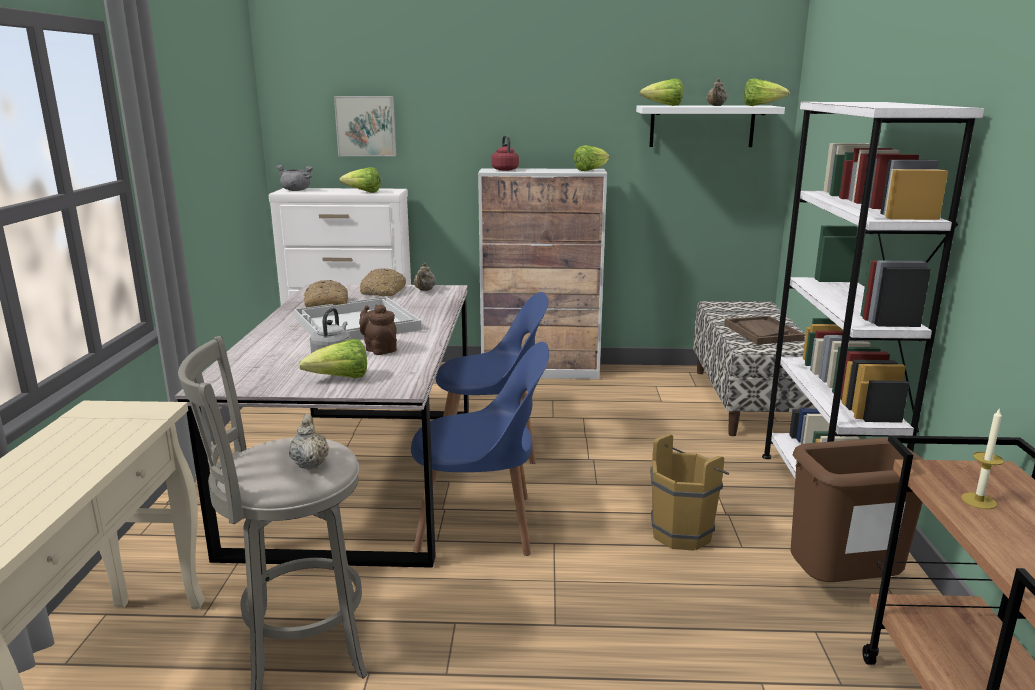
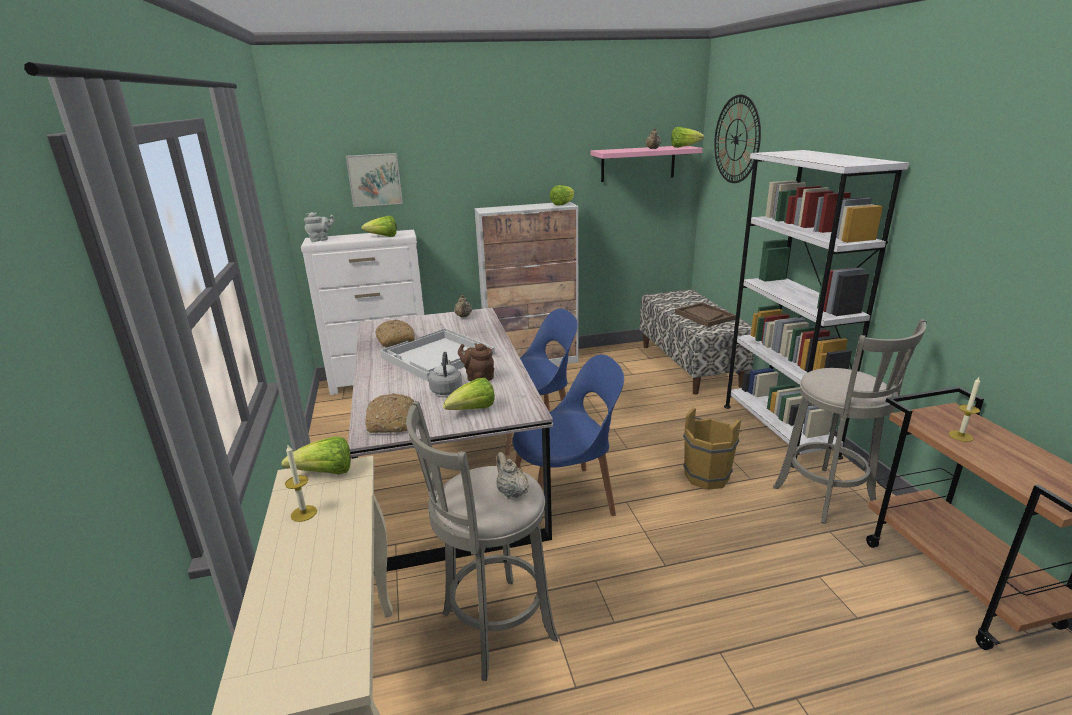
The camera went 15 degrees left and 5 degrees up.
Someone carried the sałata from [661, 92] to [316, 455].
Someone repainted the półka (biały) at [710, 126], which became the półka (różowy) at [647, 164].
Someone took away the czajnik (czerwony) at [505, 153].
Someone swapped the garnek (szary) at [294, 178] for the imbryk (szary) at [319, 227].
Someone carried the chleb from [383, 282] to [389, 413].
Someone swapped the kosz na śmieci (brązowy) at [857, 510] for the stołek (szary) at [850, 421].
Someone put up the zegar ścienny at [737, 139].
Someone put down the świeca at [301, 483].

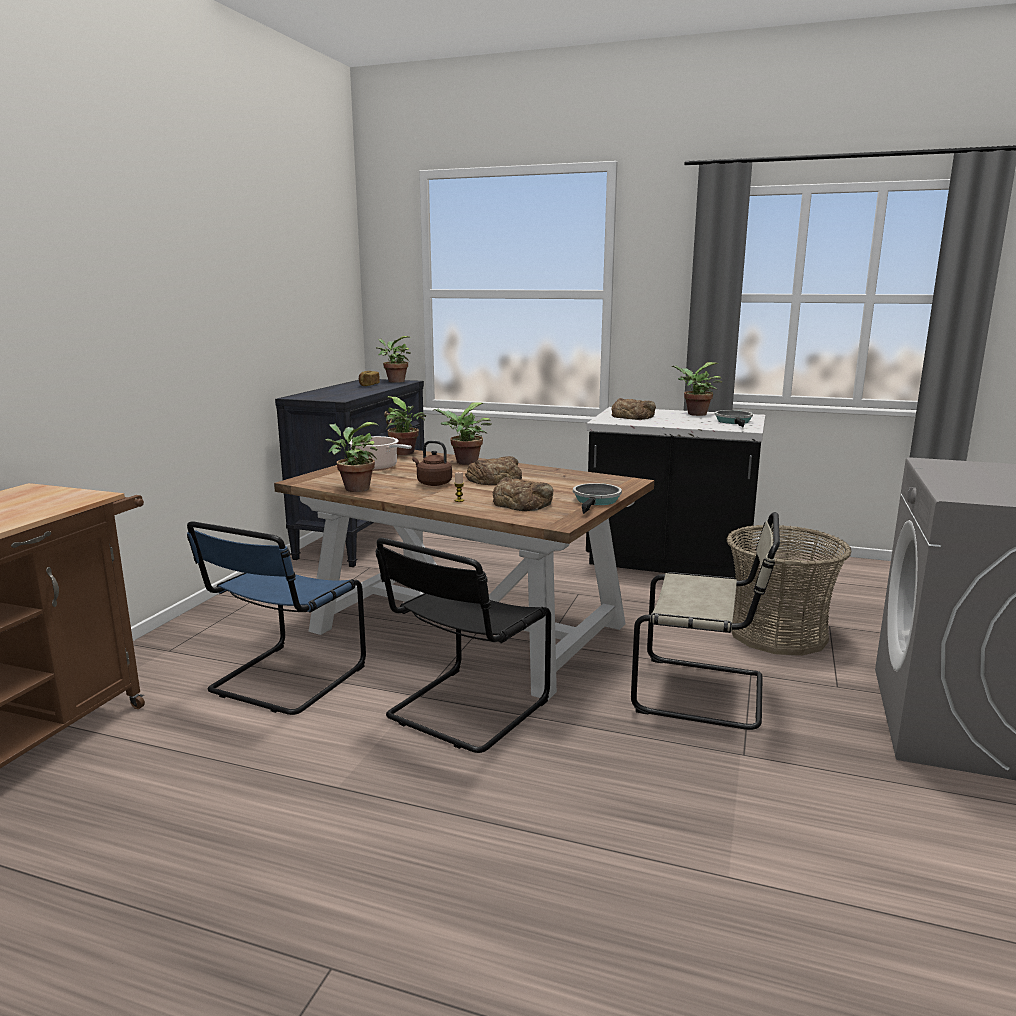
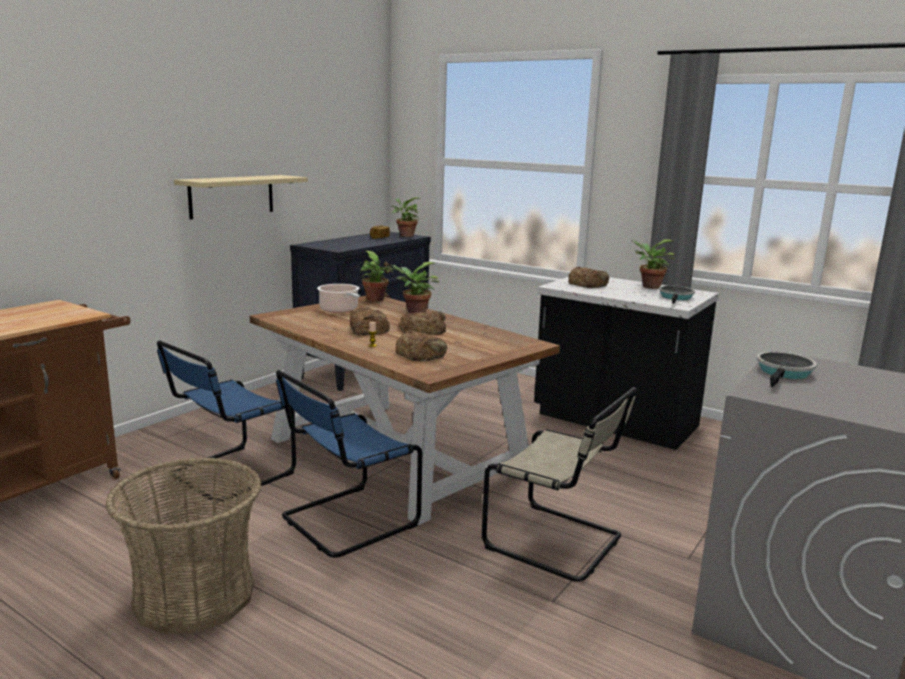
The camera went 15 degrees right and 0 degrees up.
Someone took away the roślina doniczkowa at [351, 457].
Someone swapped the czajnik (brązowy) at [432, 463] for the chleb at [370, 321].
Someone carried the patelnia from [597, 498] to [787, 369].
Someone carried the koszyk from [789, 590] to [183, 545].
Someone repainted the krzesło (czarny) at [463, 645], which became the krzesło (niebieski) at [349, 464].
Someone put up the półka (beżowy) at [241, 197].

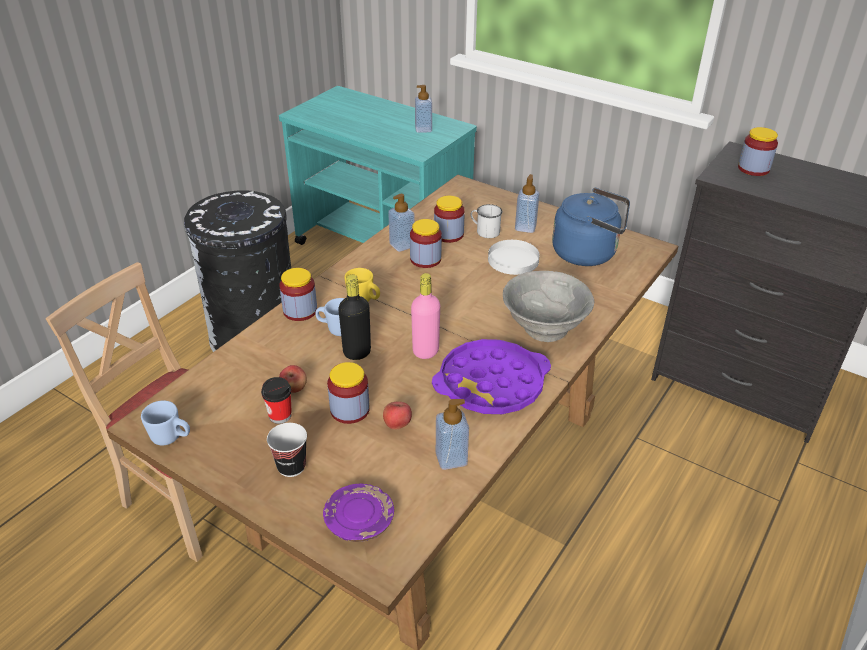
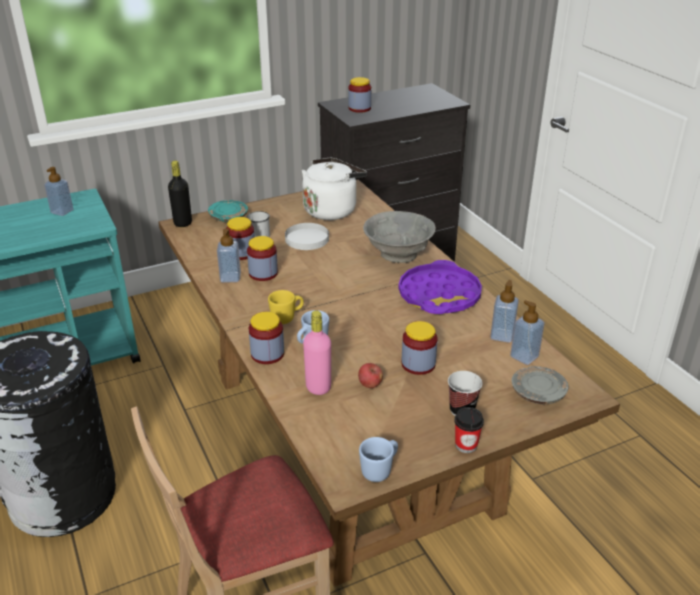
The camera went 60 degrees left and 5 degrees down.
Someone carried the dozownik mydła from [527, 203] to [527, 332].
Someone repainted the czajnik (niebieski) at [591, 227], which became the czajnik (biały) at [334, 189].
Someone carried the butelka (różowy) from [425, 316] to [317, 352].
Someone carried the butelka (czarny) from [354, 317] to [180, 194].
Someone carried the filiżanka from [276, 400] to [469, 430].
Someone took away the jabłko at [397, 415].
Someone repainted the talerz (fioletowy) at [358, 513], which became the talerz (szary) at [540, 385].
Someone put down the talerz (turkusowy) at [228, 211].

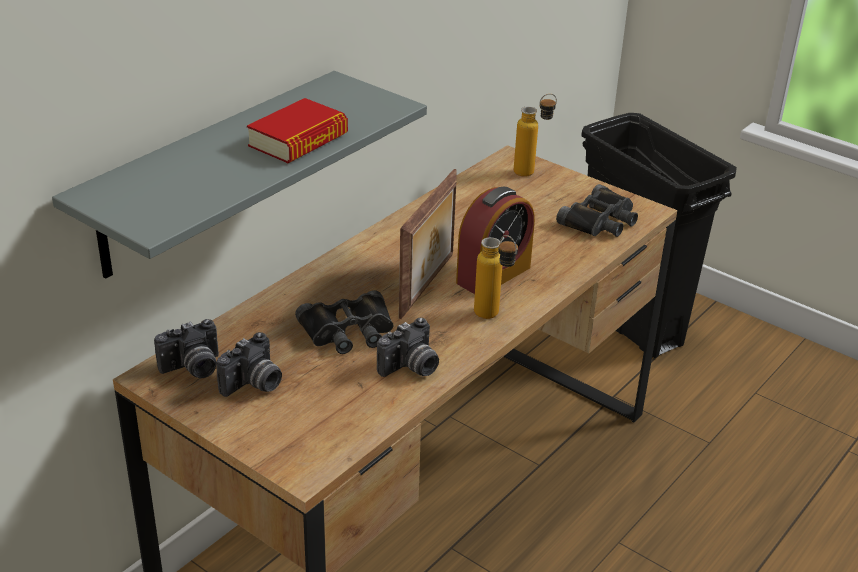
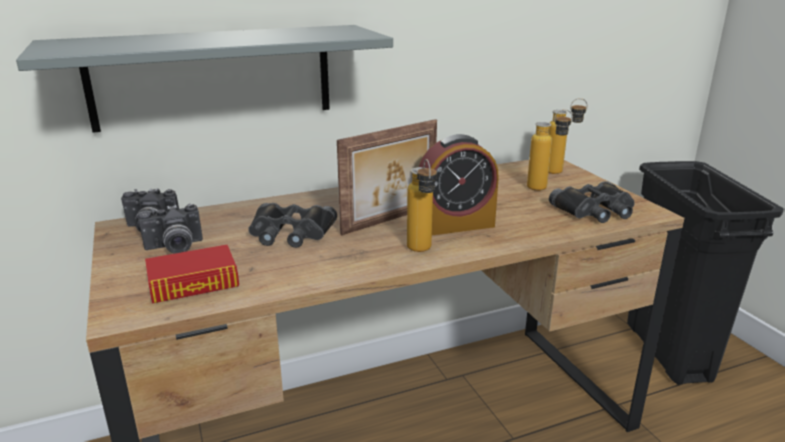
The camera went 30 degrees right and 10 degrees down.
Someone carried the książka from [297, 130] to [192, 274].
Someone took away the aparat fotograficzny at [408, 347].
Someone put down the butelka at [550, 150].

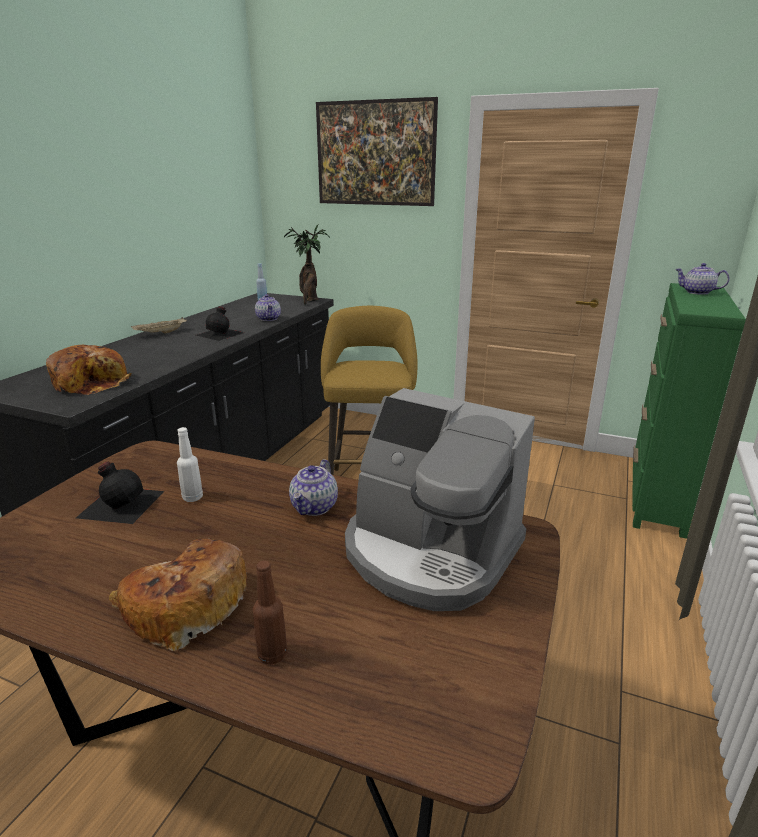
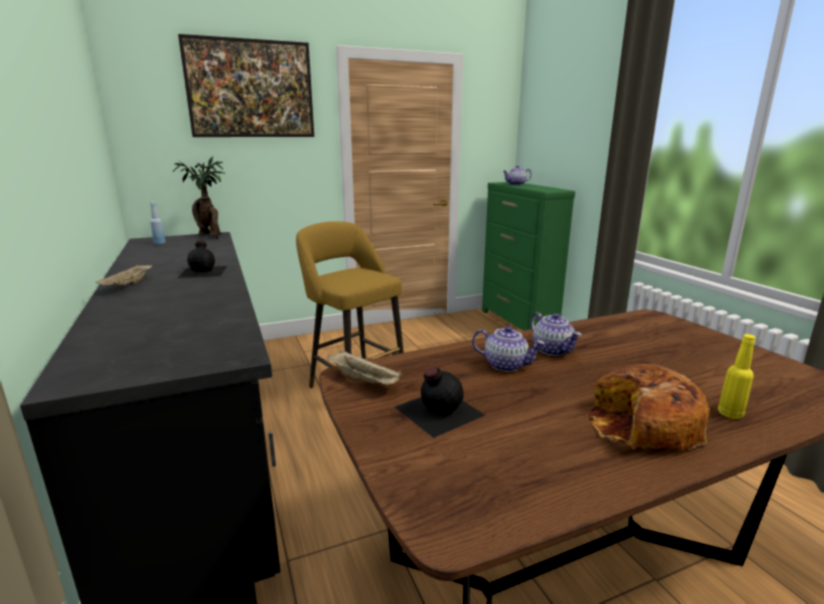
The camera went 45 degrees left and 5 degrees down.
Someone carried the imbryk from [268, 307] to [508, 349].
Someone took away the chleb at [88, 369].
Someone took away the ekspres do kawy at [440, 499].
Someone took away the butelka (biały) at [190, 464].
Someone repainted the butelka (brązowy) at [270, 613], which became the butelka (żółty) at [737, 376].
Someone put down the taca (beżowy) at [364, 368].

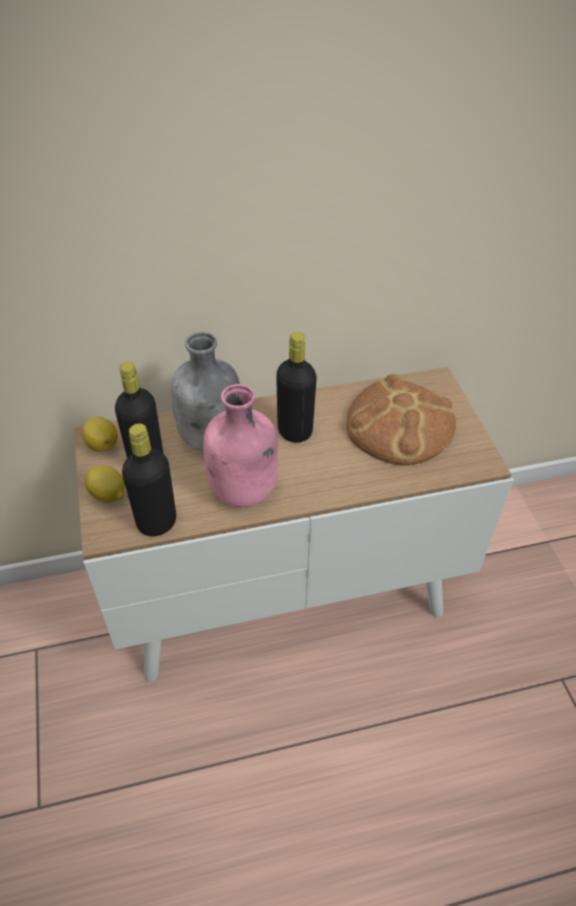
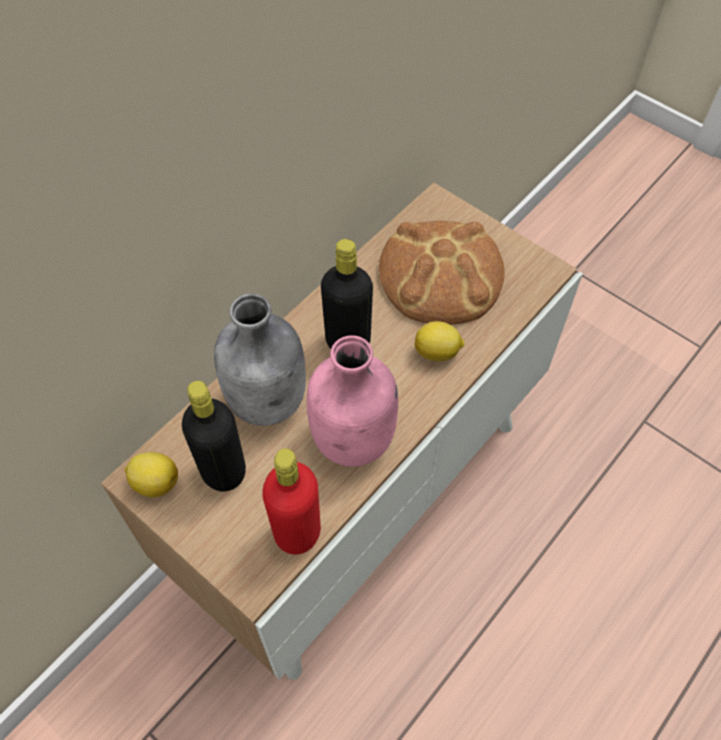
The camera went 35 degrees left and 10 degrees up.
Someone repainted the butelka (czarny) at [149, 479], which became the butelka (czerwony) at [291, 502].
Someone carried the cytryna from [104, 484] to [439, 341].

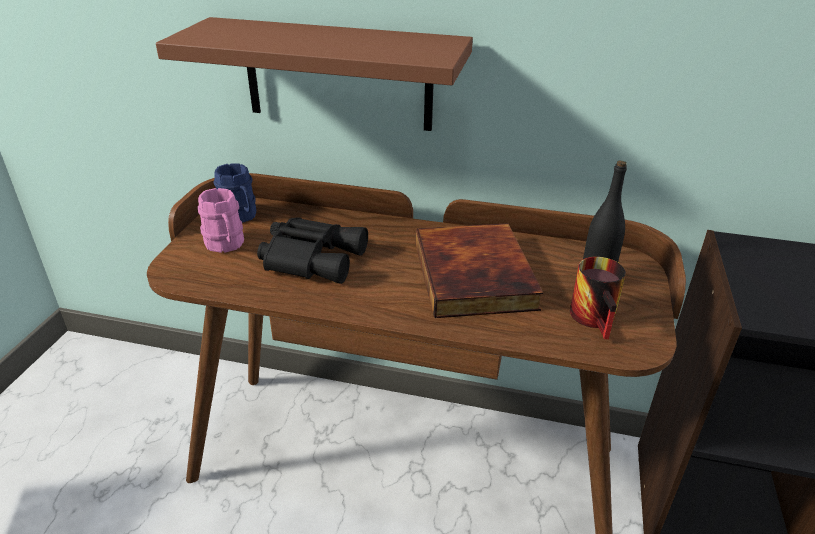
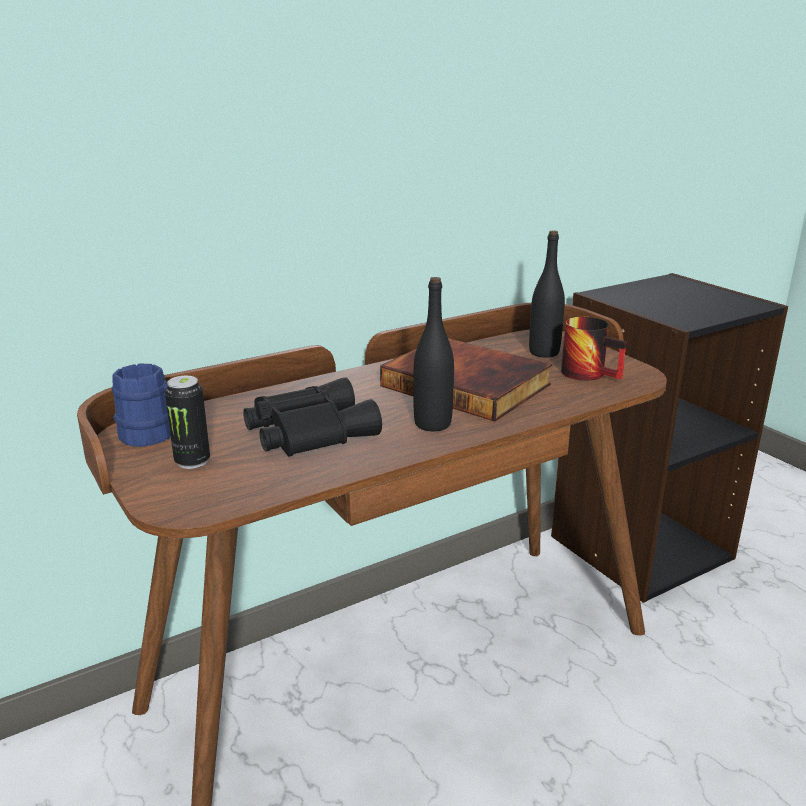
The camera went 45 degrees left and 10 degrees down.
Someone took away the półka (brązowy) at [314, 74].
Someone swapped the kubek (różowy) at [221, 220] for the puszka at [187, 422].
Someone put down the butelka (czarny) at [433, 354].

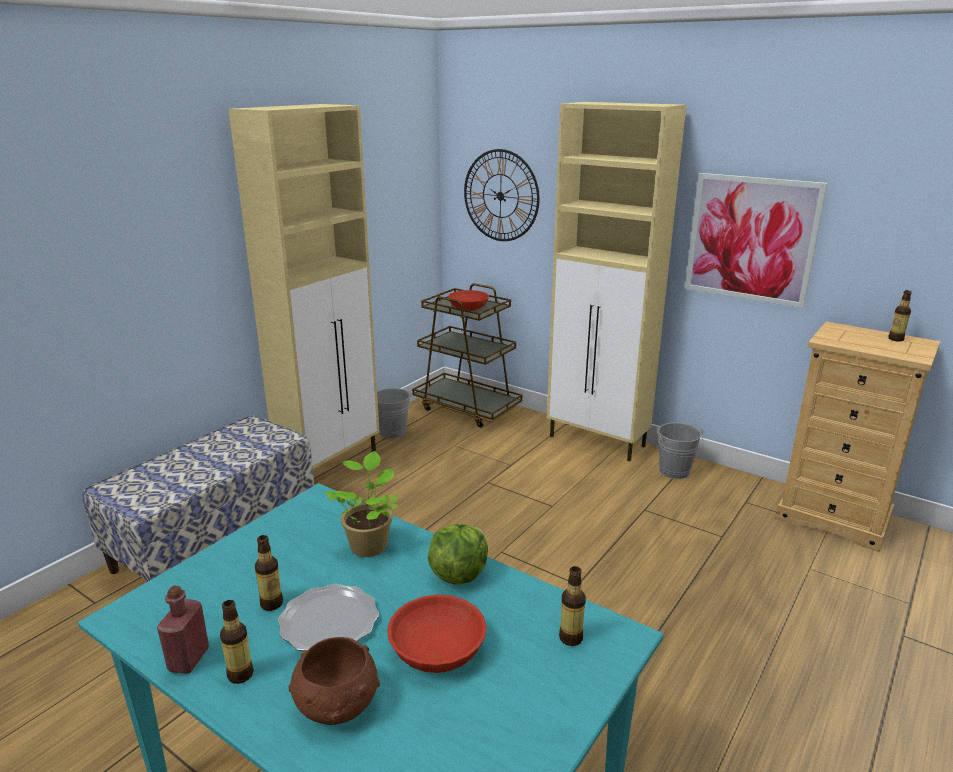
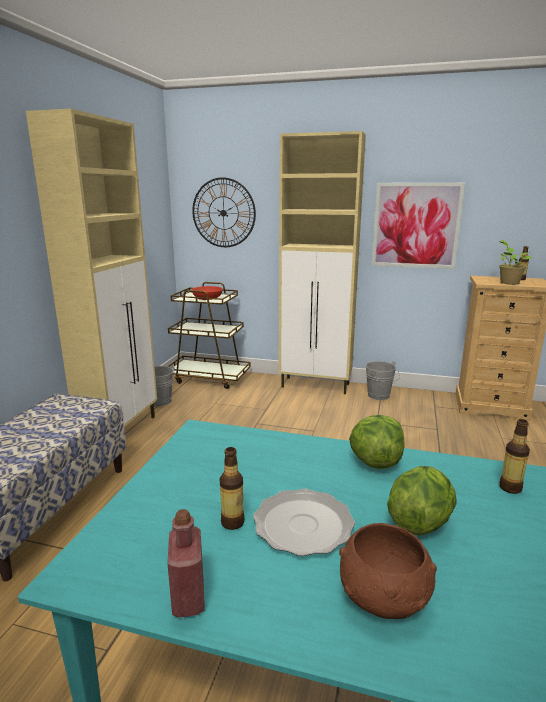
The camera went 20 degrees left and 5 degrees down.
Someone carried the roślina doniczkowa from [362, 504] to [516, 262].
Someone swapped the miska (czerwony) at [437, 634] for the sałata at [422, 501].
Someone took away the butelka at [237, 642].

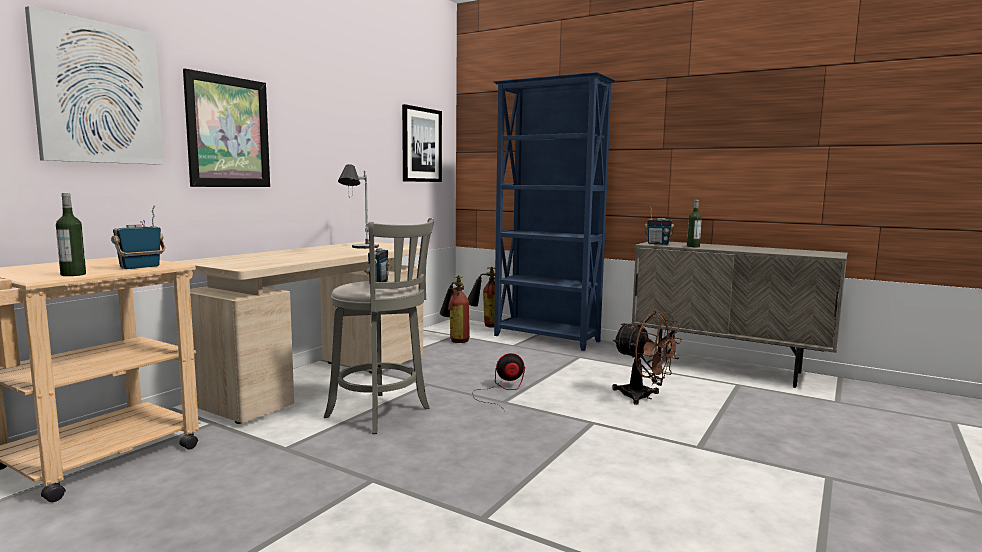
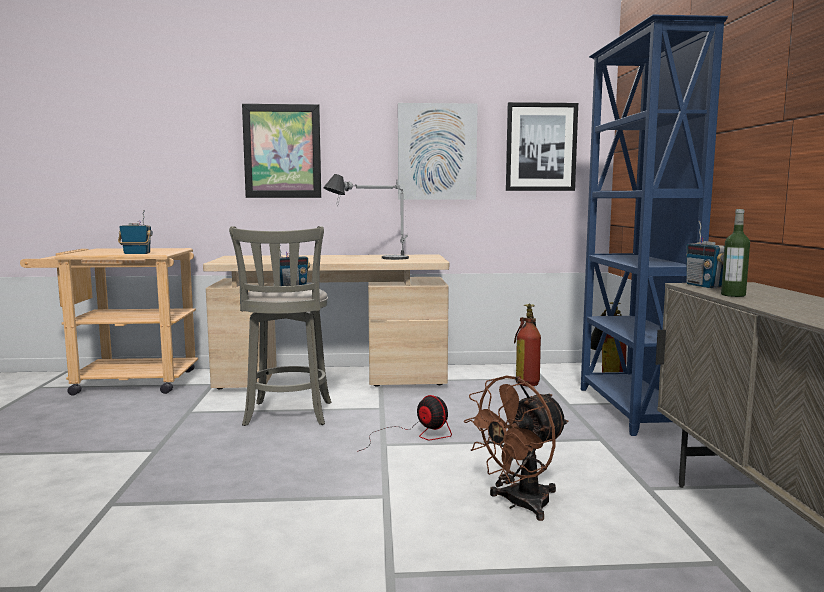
The camera went 55 degrees right and 0 degrees up.
Someone carried the obraz from [94, 85] to [438, 151].
Someone took away the butelka at [71, 234].
Someone rotated the wentylator (brązowy) at [647, 358] by 45 degrees clockwise.

